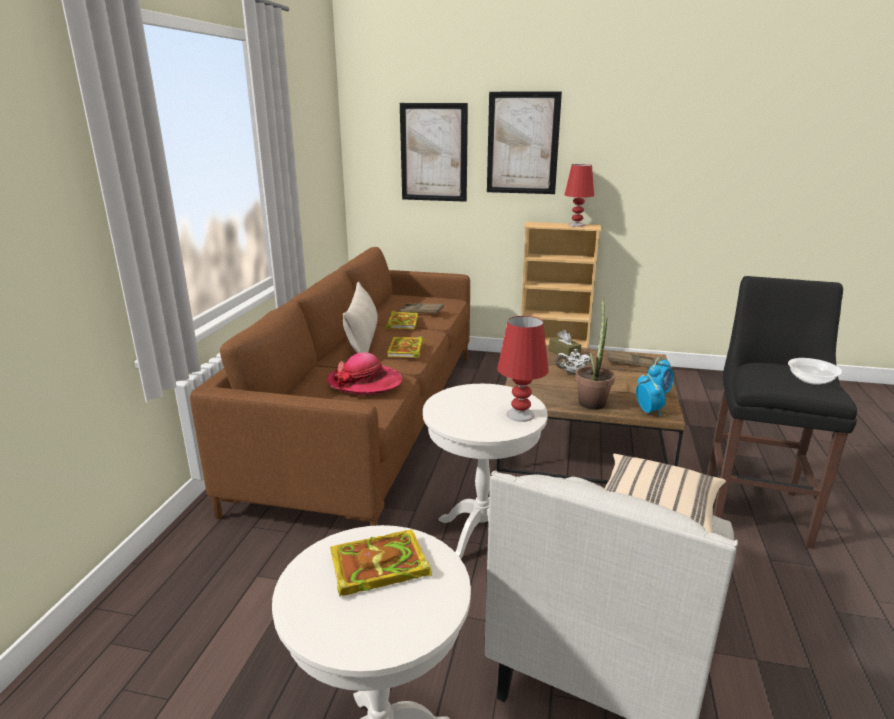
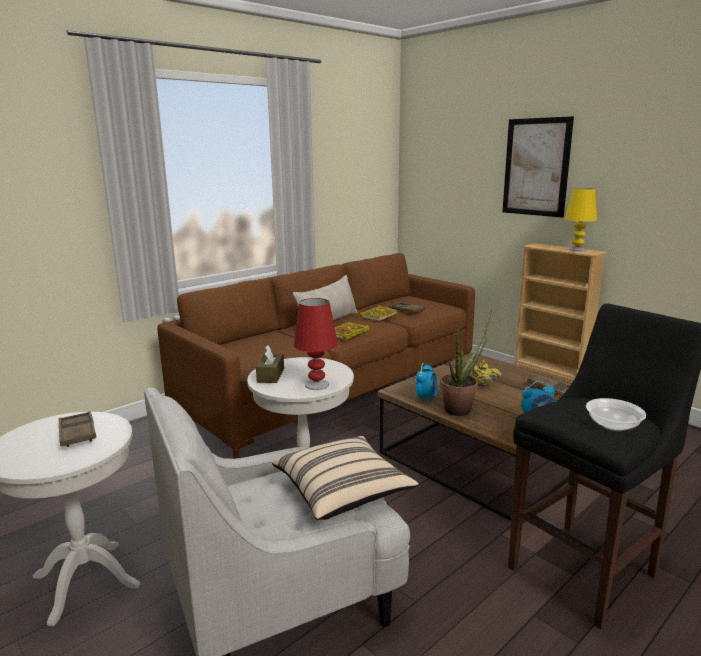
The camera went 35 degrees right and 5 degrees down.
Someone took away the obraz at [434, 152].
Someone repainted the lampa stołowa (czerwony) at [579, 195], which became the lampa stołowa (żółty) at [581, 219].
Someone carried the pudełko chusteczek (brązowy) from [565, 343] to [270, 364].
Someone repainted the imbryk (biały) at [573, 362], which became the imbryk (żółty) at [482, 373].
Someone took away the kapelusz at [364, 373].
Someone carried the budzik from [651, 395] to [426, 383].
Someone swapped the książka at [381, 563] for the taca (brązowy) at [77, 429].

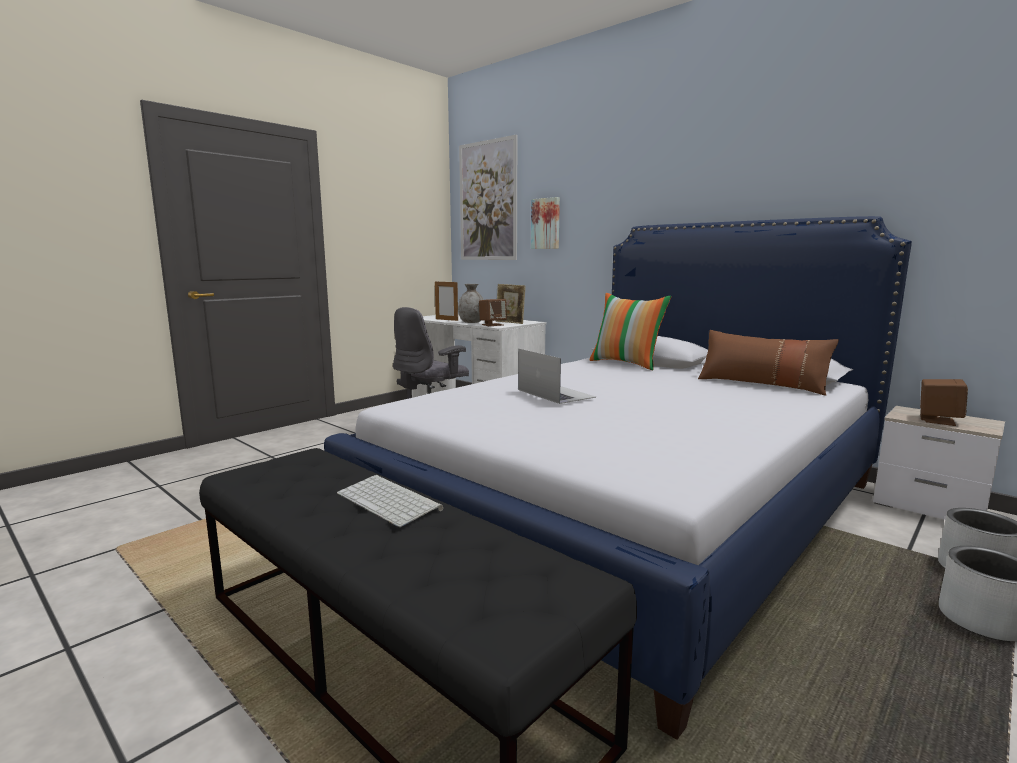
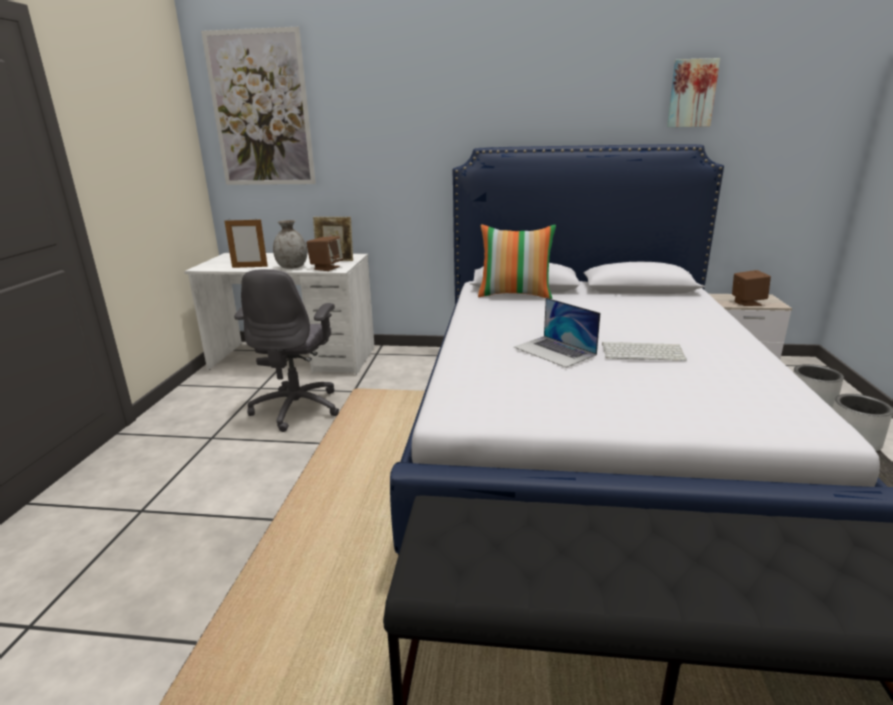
The camera went 35 degrees left and 10 degrees up.
Someone carried the obraz from [545, 223] to [693, 92].
Someone took away the poduszka (brązowy) at [768, 363].
Someone rotated the laptop at [557, 376] by 150 degrees counterclockwise.
Someone carried the klawiatura from [390, 501] to [644, 351].

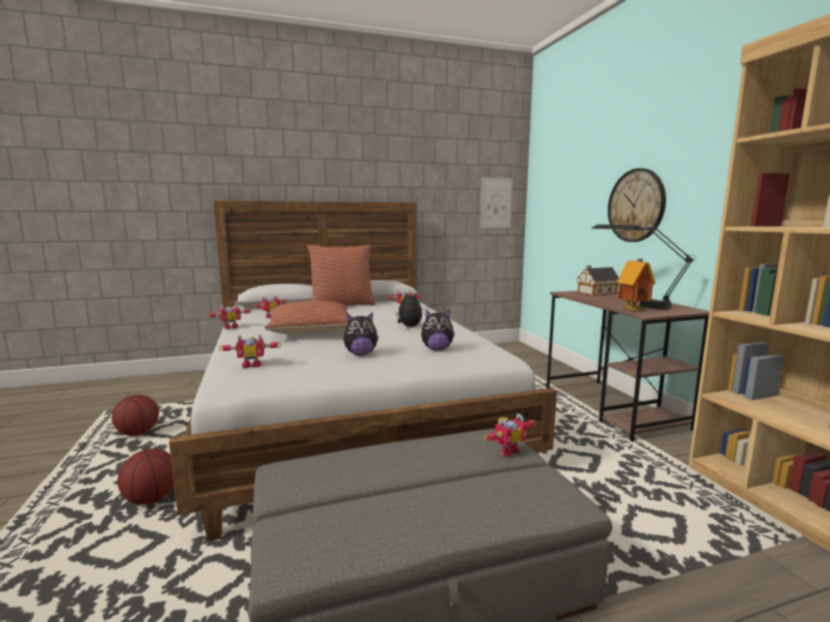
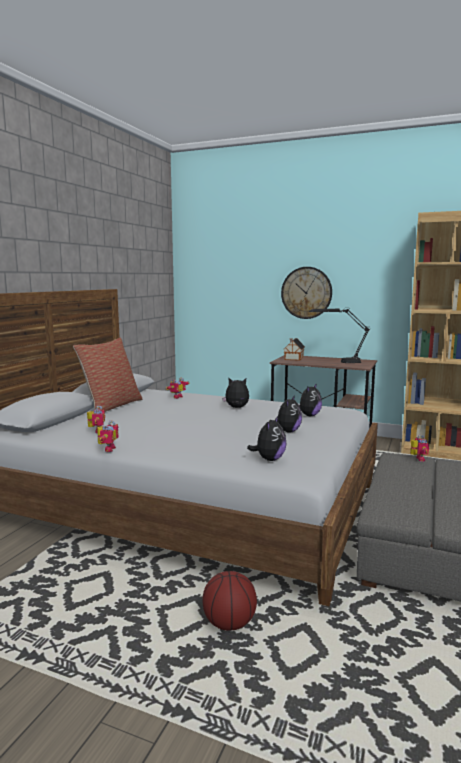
The camera went 50 degrees left and 0 degrees up.
Someone took away the obraz at [496, 202].
Someone took away the domek at [636, 285].
Someone took away the poduszka at [306, 318].
Someone swapped the robot zabawkowy at [250, 351] for the pluszak at [267, 438].
Someone took away the piłka do koszykówki at [135, 415].

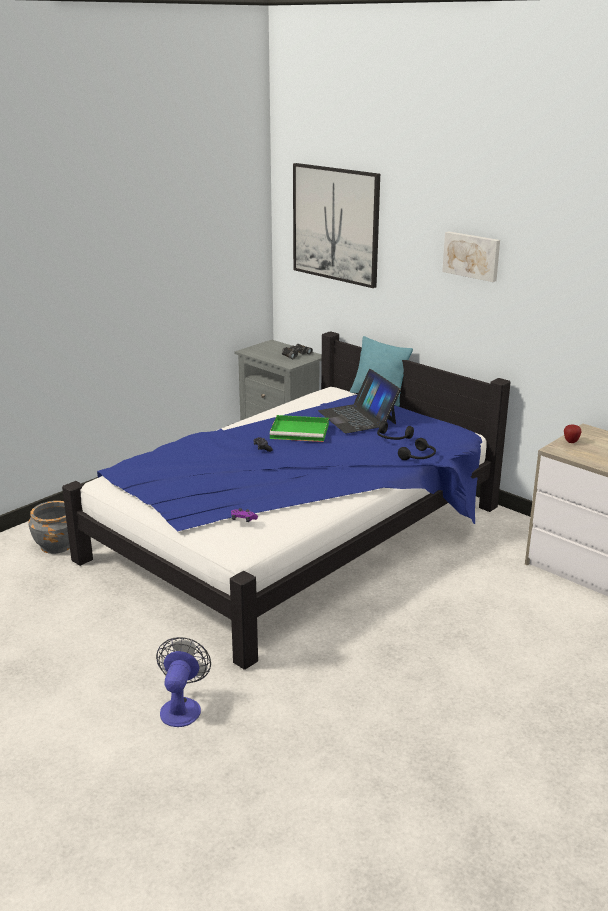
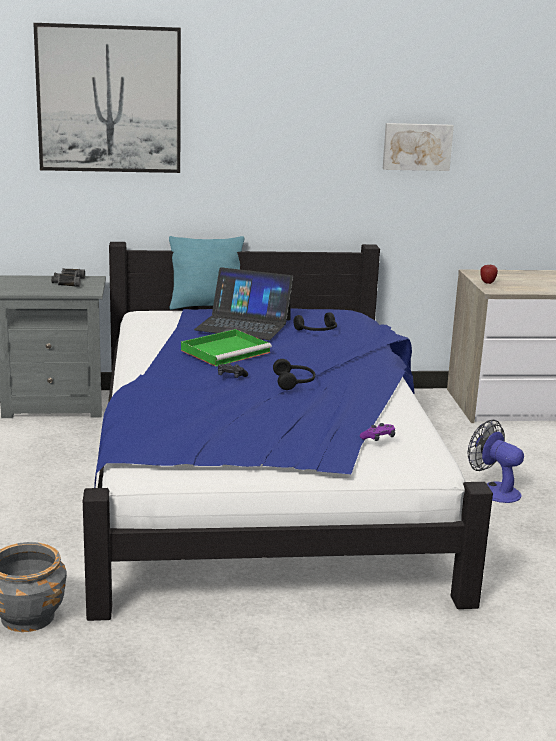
The camera went 50 degrees left and 5 degrees down.
Someone carried the obraz from [471, 256] to [418, 147].
Someone carried the słuchawki (czarny) from [417, 449] to [294, 374].
Someone carried the wentylator from [183, 682] to [496, 461].

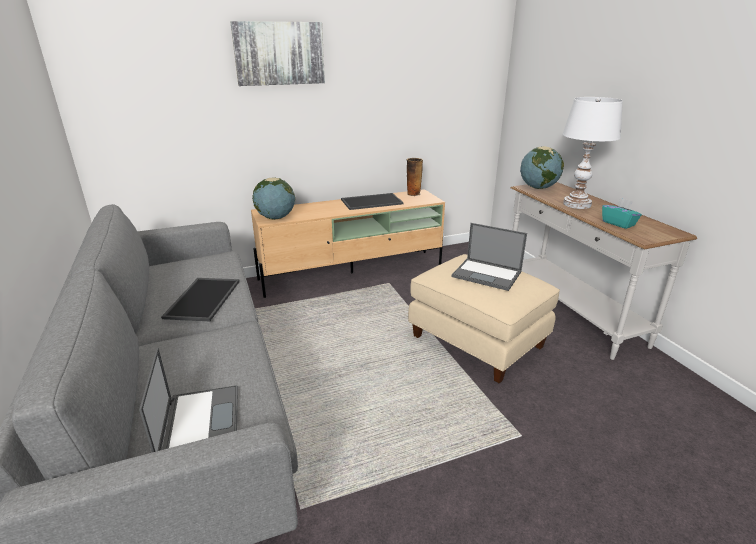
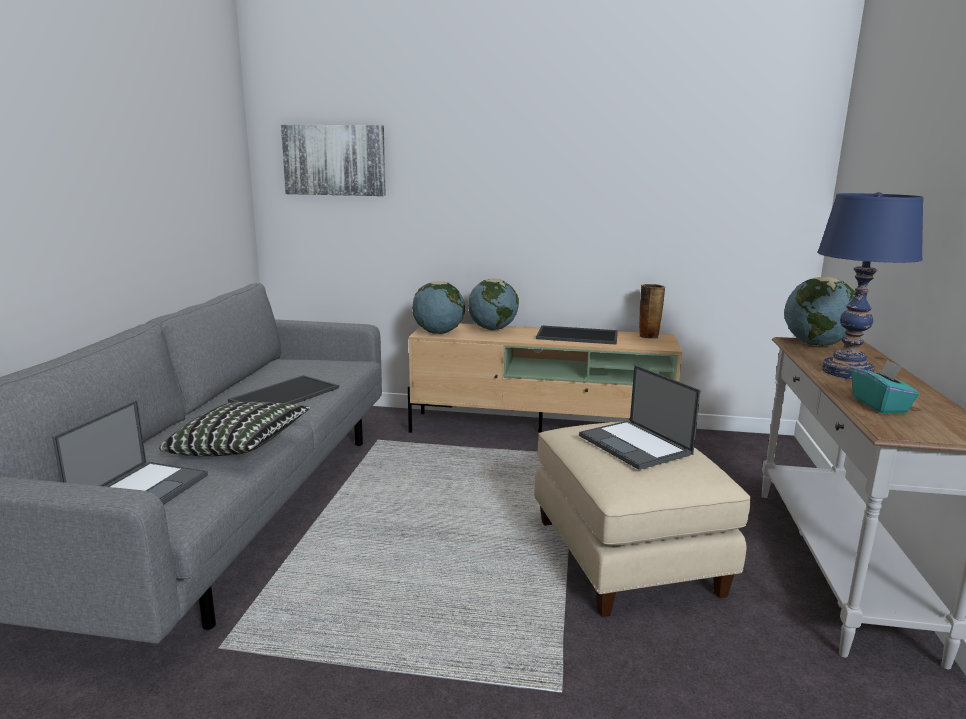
The camera went 30 degrees right and 10 degrees down.
Someone carried the obraz from [277, 53] to [333, 160].
Someone repainted the lampa stołowa (biały) at [592, 153], which became the lampa stołowa (niebieski) at [870, 285].
Someone put down the globus at [493, 304].
Someone put down the poduszka at [234, 429].

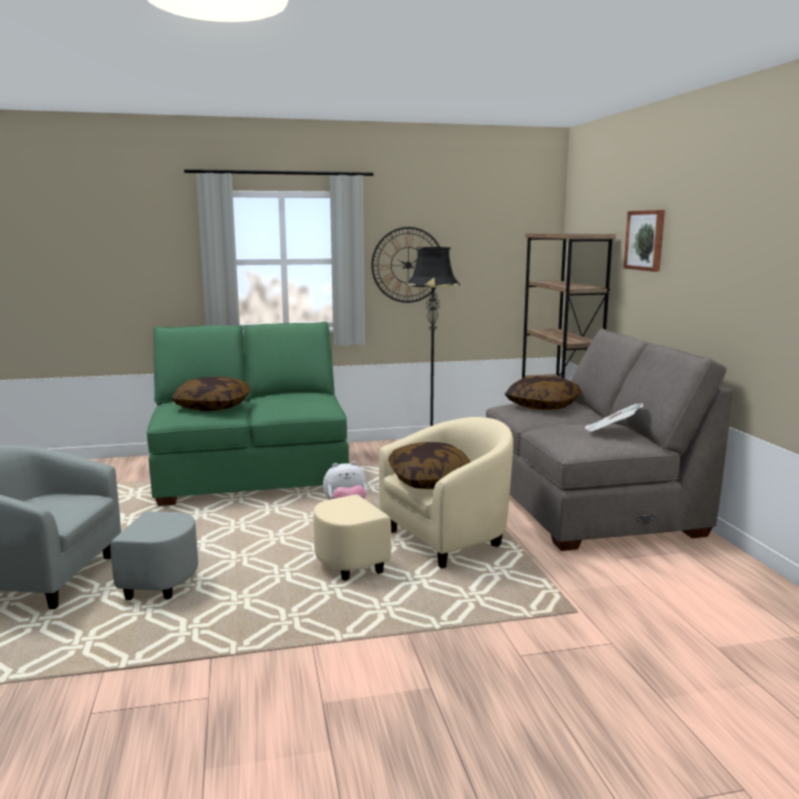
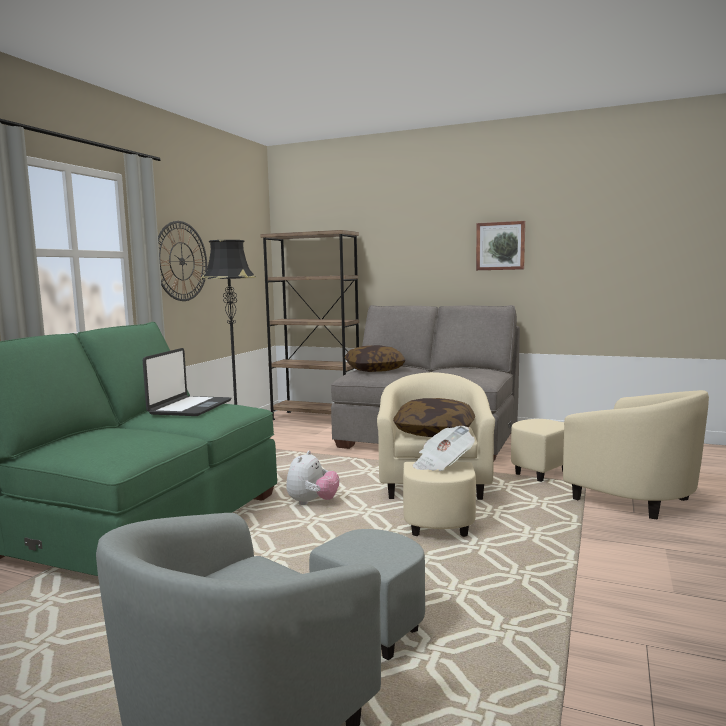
The camera went 55 degrees left and 5 degrees down.
Someone carried the obraz from [644, 241] to [500, 245].
Someone took away the poduszka at [211, 394].
Someone carried the gazeta from [614, 417] to [443, 448].
Someone put down the laptop at [187, 382].
Someone put down the fotel (beżowy) at [610, 454].

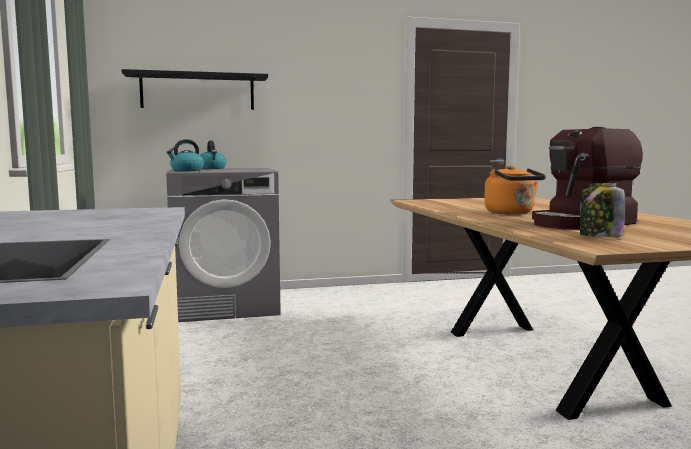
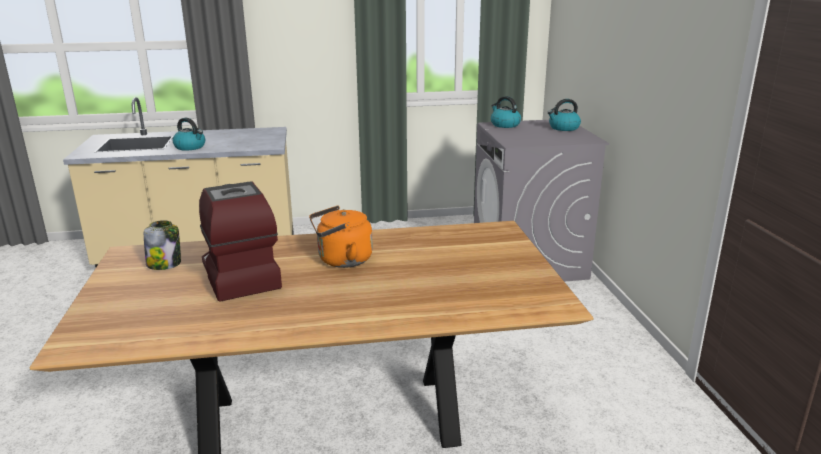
The camera went 95 degrees right and 15 degrees up.
Someone took away the półka (czarny) at [194, 89].
Someone put down the czajnik at [189, 134].

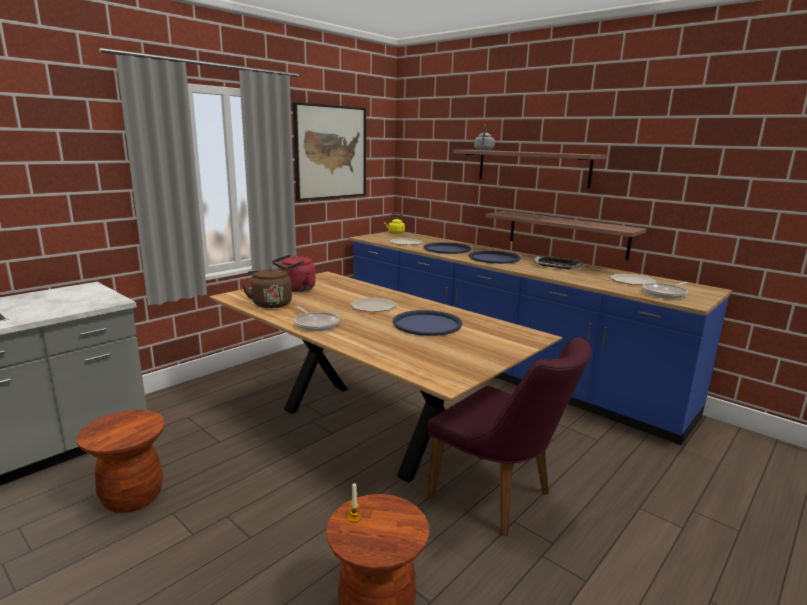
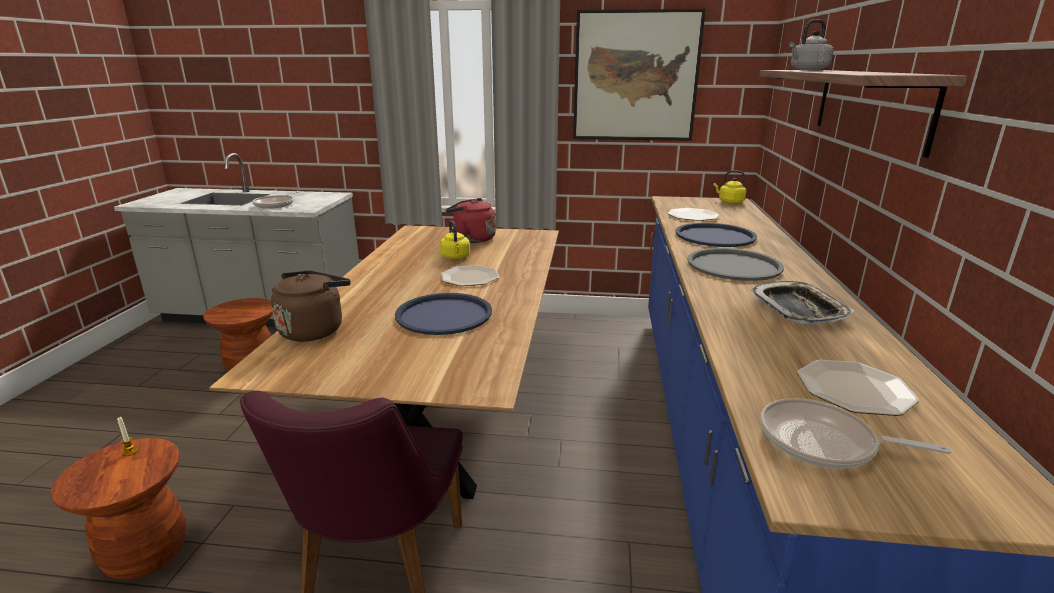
The camera went 55 degrees right and 5 degrees up.
Someone took away the półka at [566, 235].
Someone repainted the taca (niebieski) at [495, 257], which became the taca (szary) at [735, 264].
Someone carried the czajnik (brązowy) from [267, 287] to [311, 306].
Someone carried the patelnia from [317, 318] to [276, 200].
Someone put down the czajnik (żółty) at [455, 239].

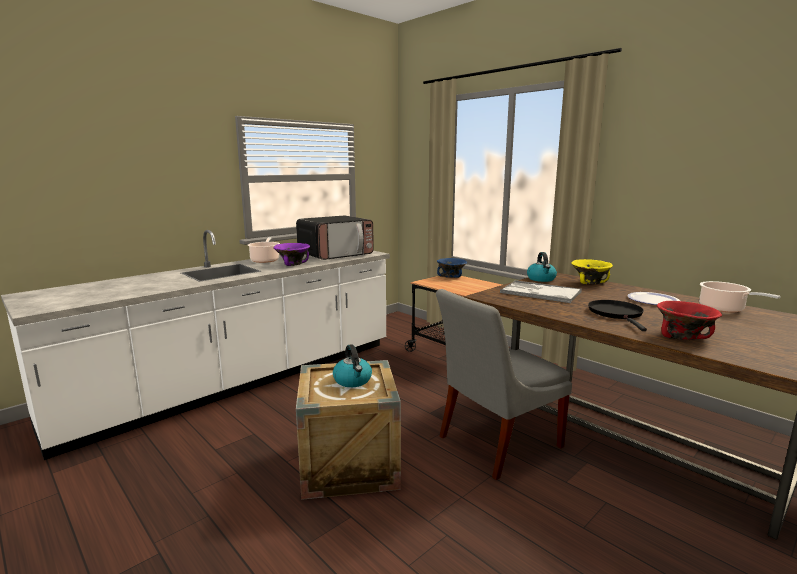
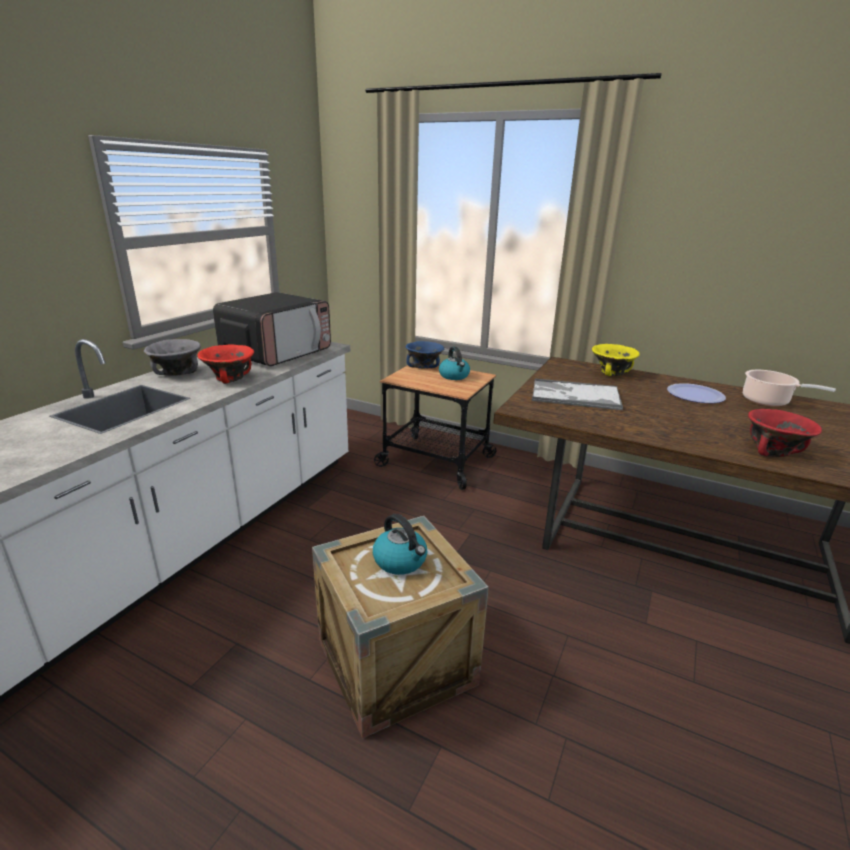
The camera went 20 degrees left and 10 degrees up.
Someone swapped the garnek at [264, 250] for the miska (szary) at [172, 357].
Someone repainted the miska (fioletowy) at [291, 254], which became the miska (czerwony) at [225, 364].
Someone carried the czajnik from [542, 267] to [454, 363].
Someone took away the krzesło (szary) at [504, 384].
Someone took away the patelnia (czarny) at [617, 315].

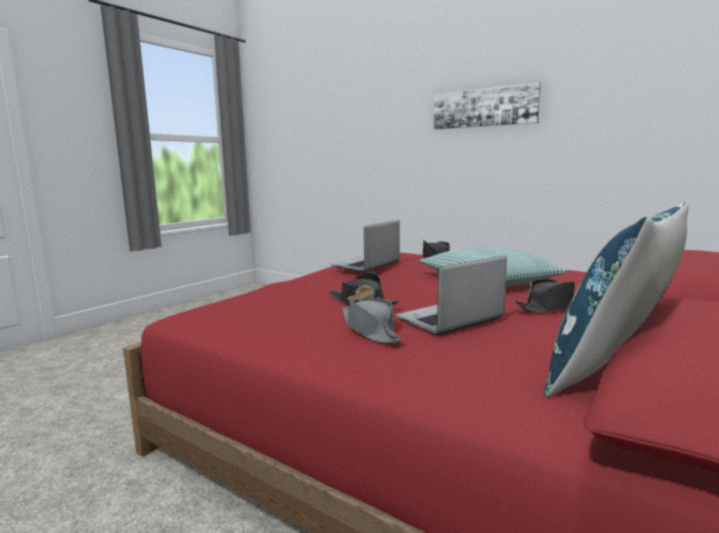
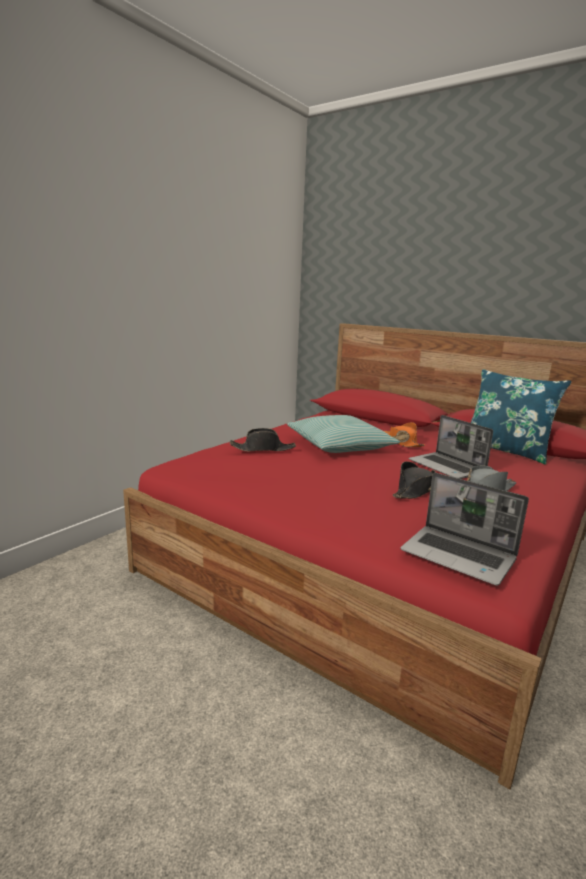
The camera went 90 degrees left and 5 degrees up.
Someone took away the obraz at [487, 105].
Someone carried the laptop from [365, 246] to [464, 529].
Someone repainted the kapelusz (czarny) at [544, 296], which became the kapelusz (pomarańczowy) at [404, 434].

